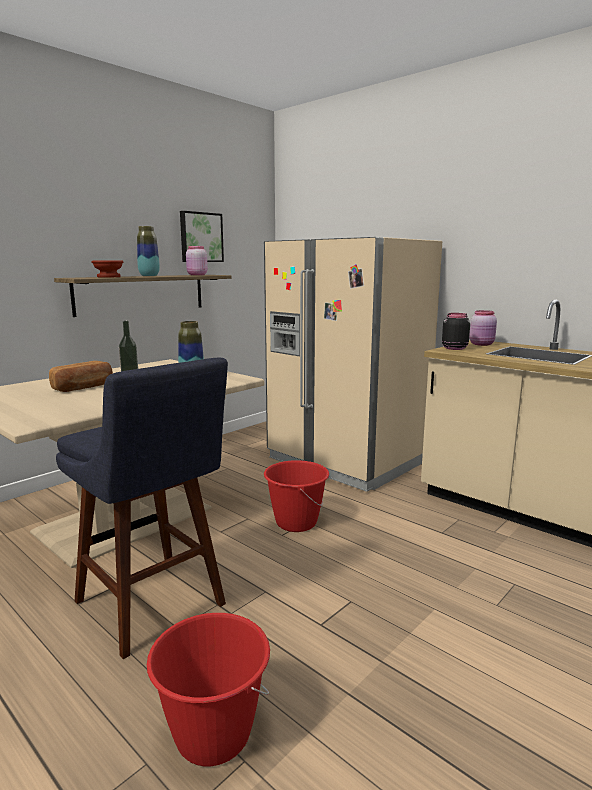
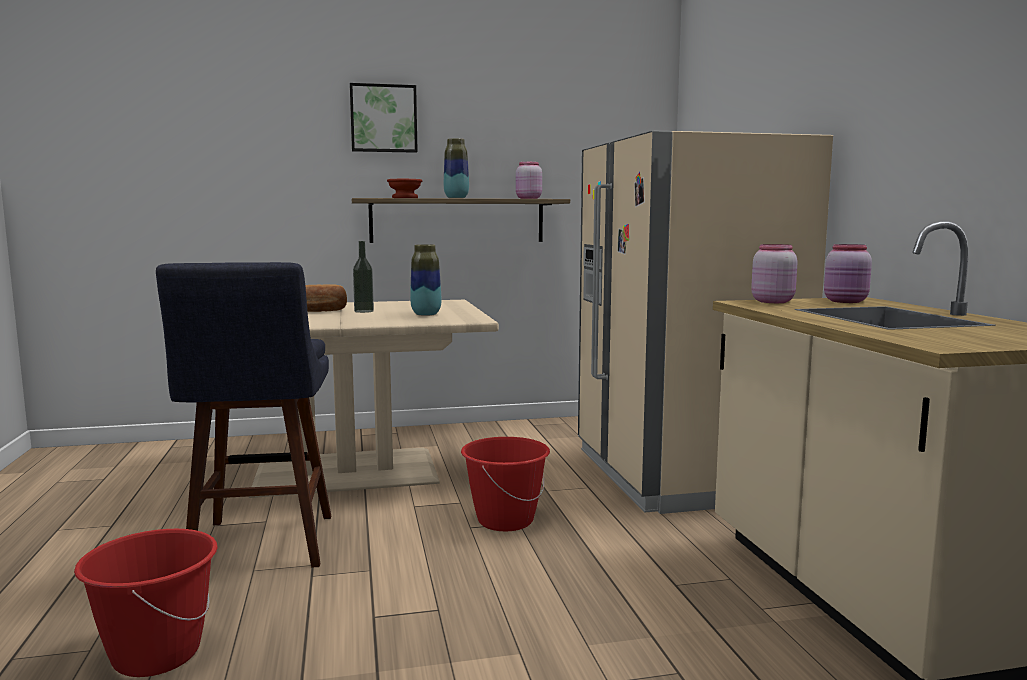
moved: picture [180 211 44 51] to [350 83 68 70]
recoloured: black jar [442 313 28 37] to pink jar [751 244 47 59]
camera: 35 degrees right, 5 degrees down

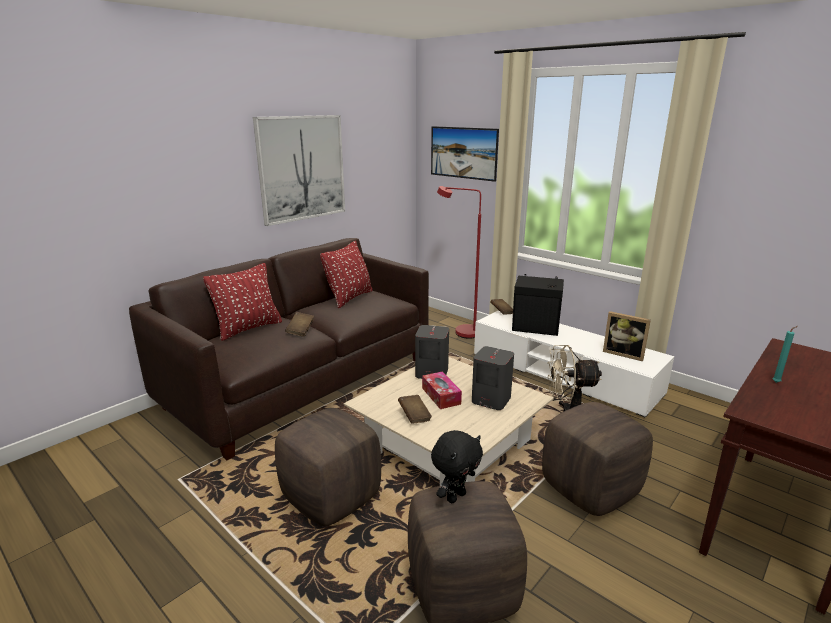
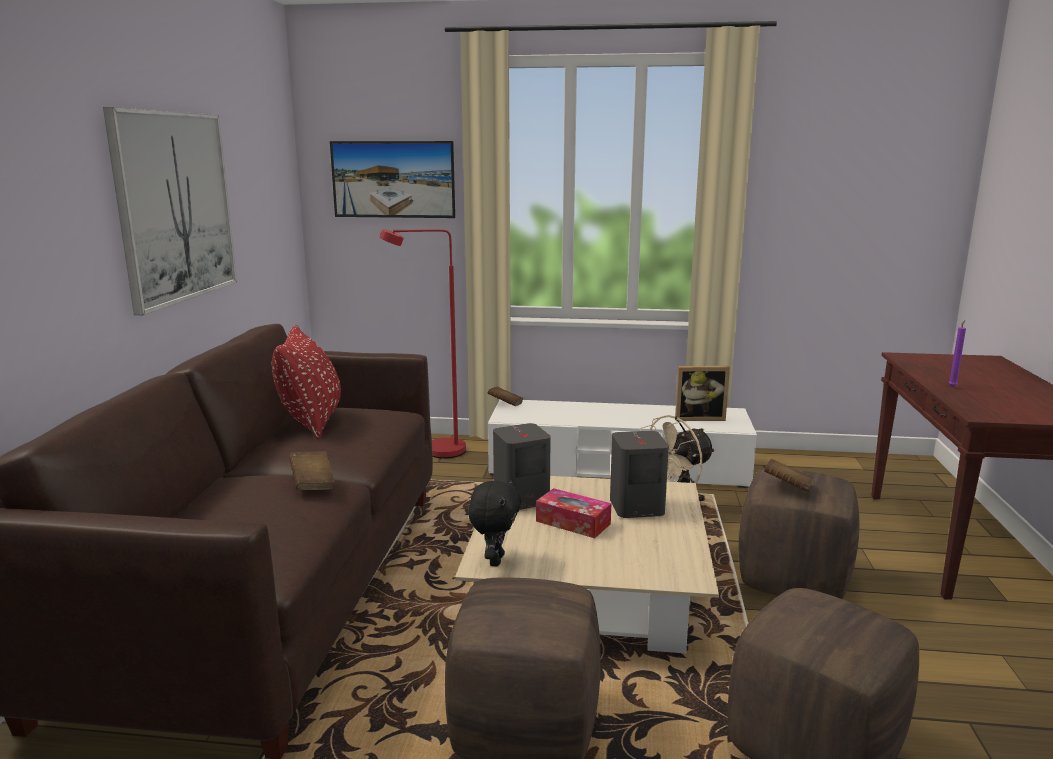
removed: red pillow [203 263 79 78]; black speaker [512 274 52 62]
moved: brown book [398 395 34 29] to [764 459 50 33]; black plush toy [431 430 52 73] to [468 479 53 87]
recoloured: turquoise candle [773 326 25 57] to purple candle [948 320 18 67]
camera: 35 degrees left, 5 degrees down

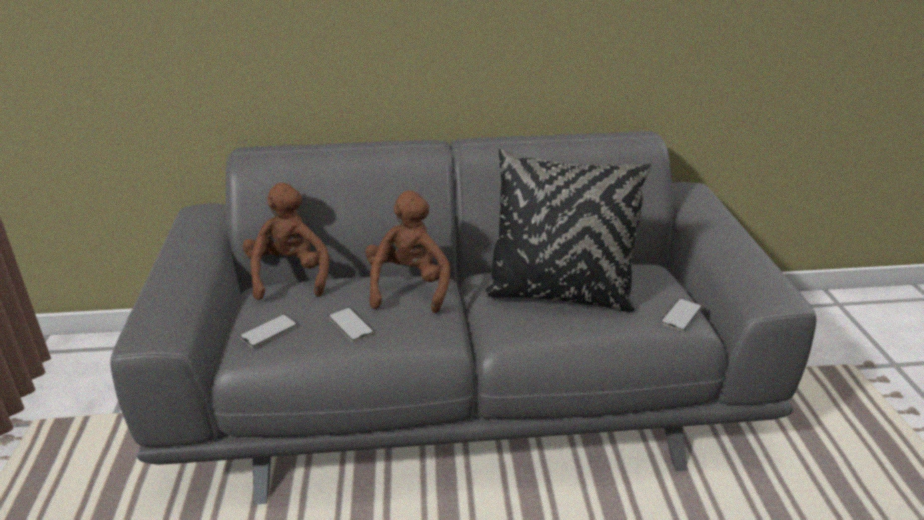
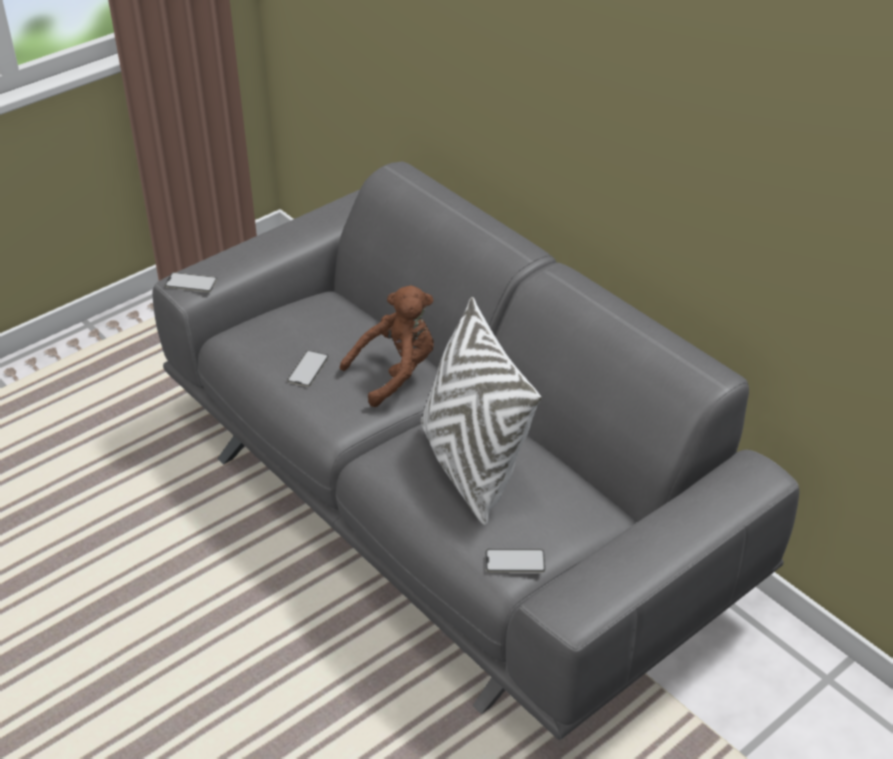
removed: brown plush toy [243 183 86 117]
moved: phone [239 314 59 33] to [165 272 52 20]
recoloured: black pillow [484 149 168 163] to white pillow [420 297 121 228]
camera: 55 degrees right, 10 degrees up

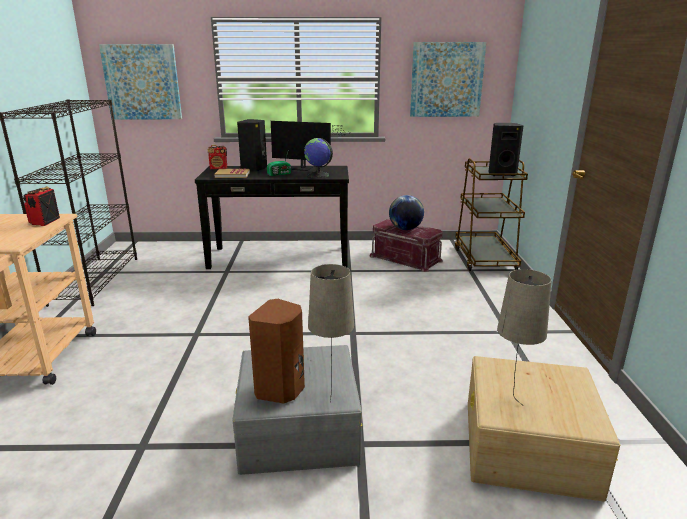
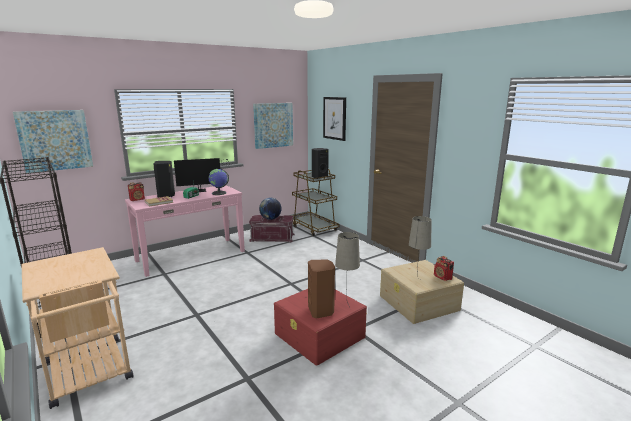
added: picture [323 97 23 44]
moved: radio [23 186 37 40] to [434 256 20 25]
recoloured: black console table [195 166 154 103] to pink console table [125 185 120 92]; grey storage box [233 345 129 130] to red storage box [274 289 93 77]
camera: 35 degrees left, 5 degrees down

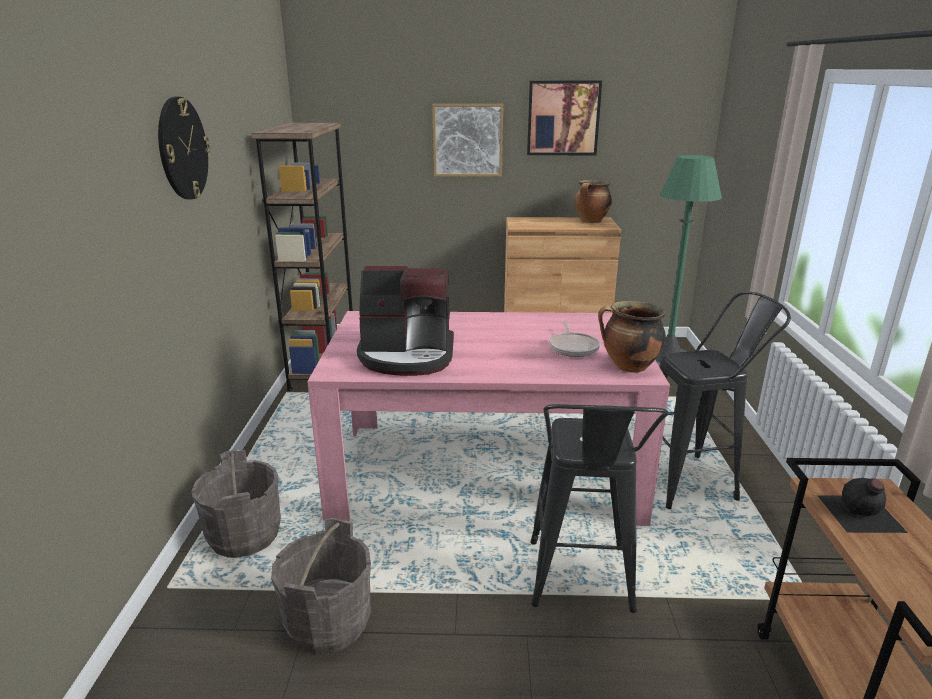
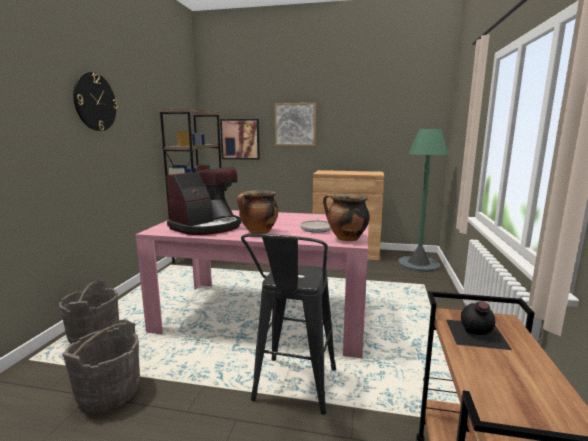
removed: black stool [660 292 131 217]
moved: picture [527 80 75 75] to [220 119 40 41]; cooking pot [574 180 38 43] to [237 190 41 44]
turned: coffee machine [357 266 97 110] = [166 167 75 68] 60 degrees counterclockwise
camera: 10 degrees right, 10 degrees down

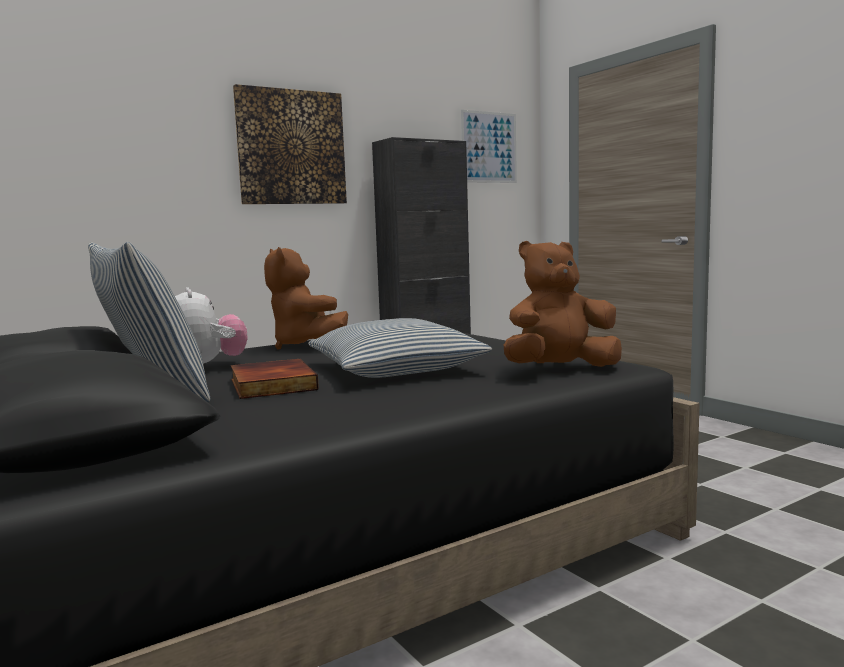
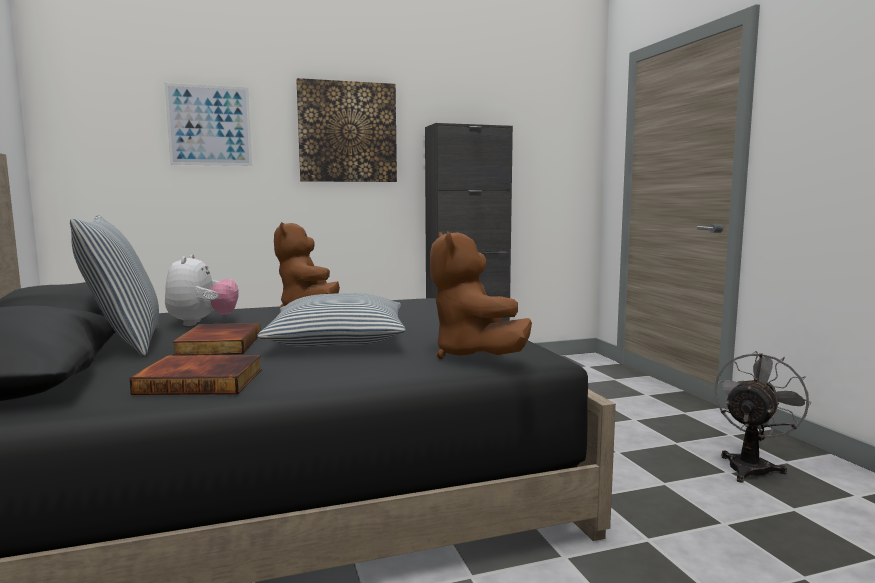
added: book [130 355 132 40]; grey fan [714 351 97 132]
moved: picture [461 110 56 73] to [165 83 87 83]
turned: brown plush toy [504 241 118 126] = [430 232 102 127] 105 degrees counterclockwise
camera: 15 degrees right, 0 degrees up

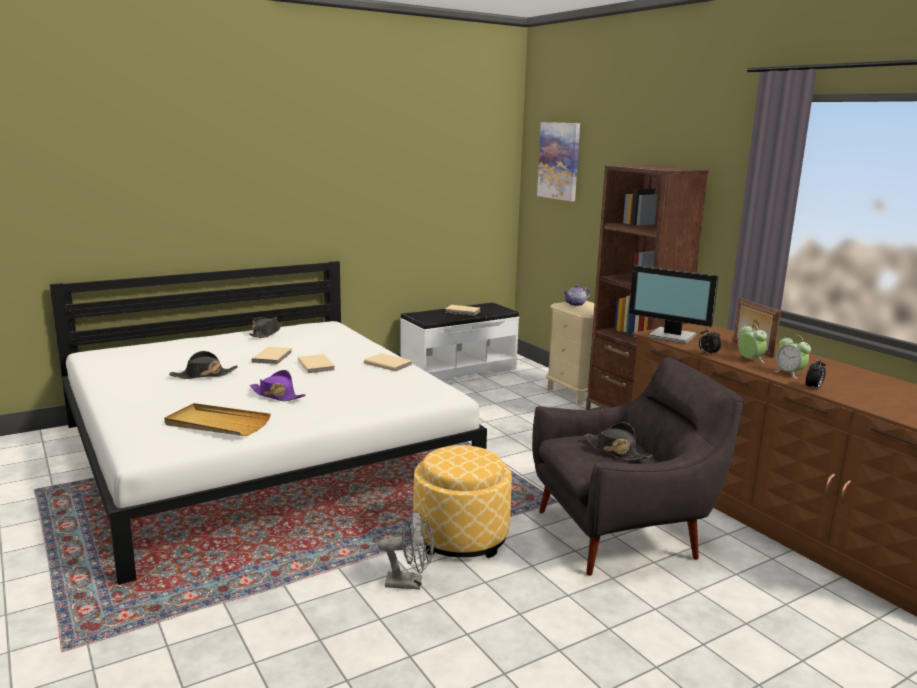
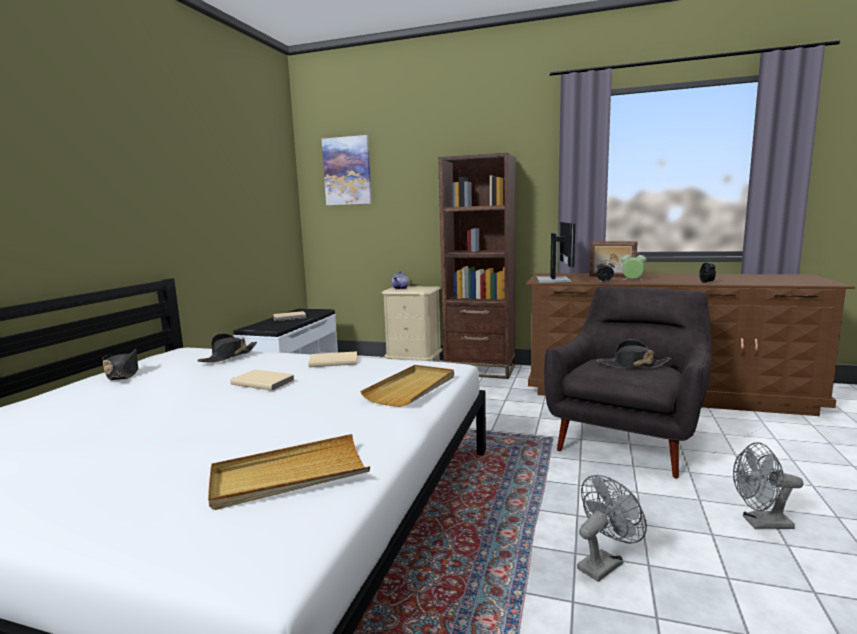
removed: purple hat [250 370 56 31]; beige book [251 347 41 18]; ottoman [413 445 99 113]; alarm clock [774 334 37 45]
added: beige tray [360 365 94 42]; grey fan [733 442 70 87]
moved: black hat [169 351 69 28] to [197 333 60 29]
turned: monitor [629 265 90 79] = [536 222 39 61] 75 degrees counterclockwise
camera: 40 degrees left, 5 degrees down

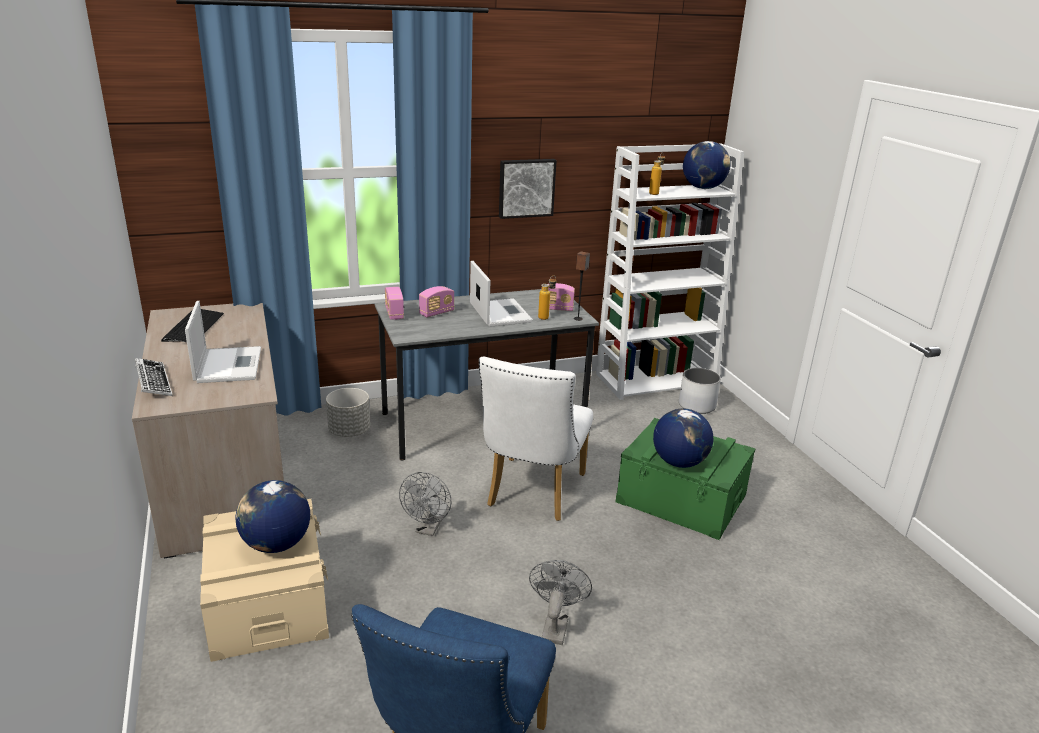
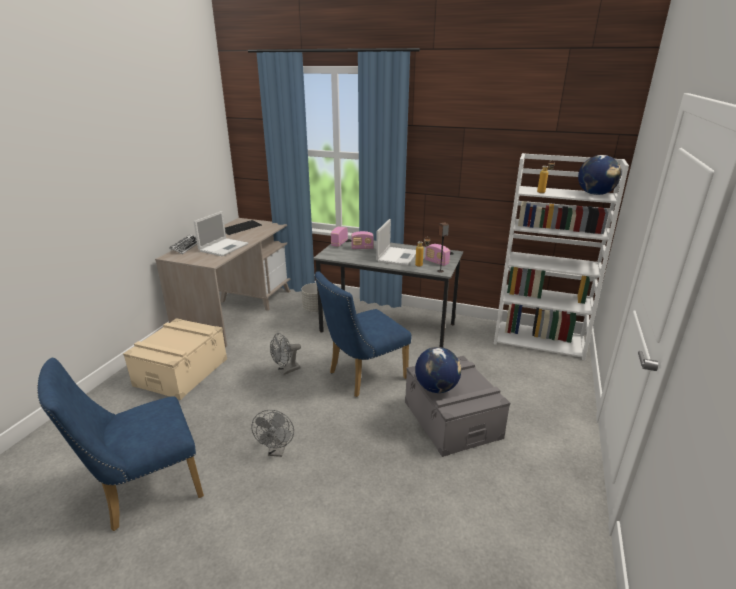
removed: globe [235 480 75 73]; picture [499 159 58 60]; white planter [679 368 42 46]
recoloured: white chair [479 356 114 165] to blue chair [315 271 96 126]; green storage box [616 418 140 122] to grey storage box [405 356 105 101]
turned: grey fan [529 560 63 85] = [251 410 43 47] 135 degrees clockwise
camera: 40 degrees right, 0 degrees up

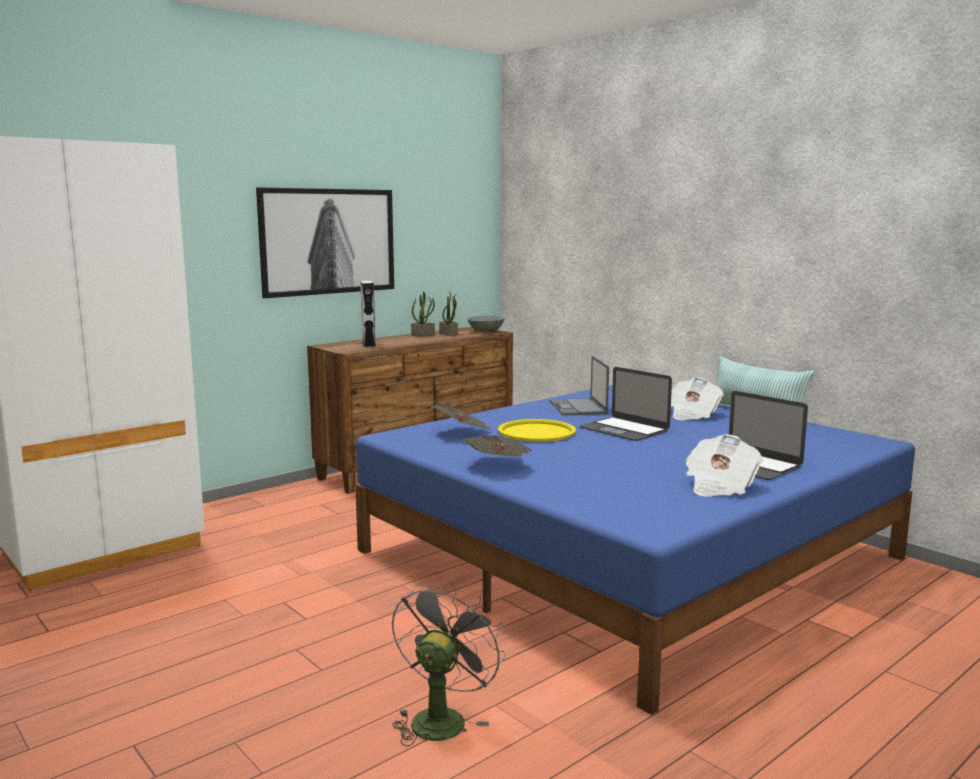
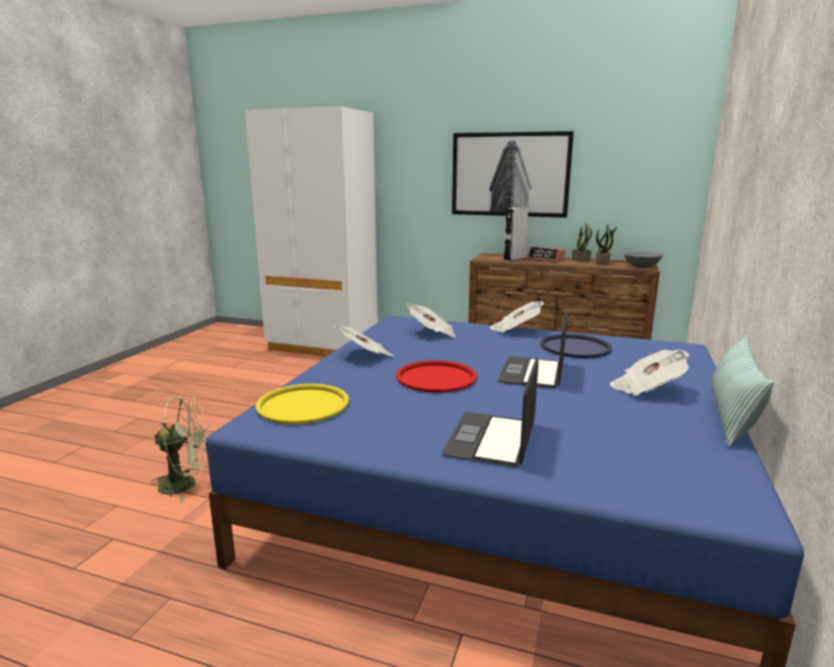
added: red tray [396 360 81 33]; alarm clock [527 247 38 15]
moved: yellow tray [498 419 78 23] to [256 384 93 40]; newspaper [685 434 78 63] to [490 301 54 32]
replaced: laptop [550 356 59 60] to blue tray [540 334 72 24]
recoloured: grey fan [392 580 114 166] to green fan [151 396 59 106]
camera: 60 degrees right, 5 degrees up

